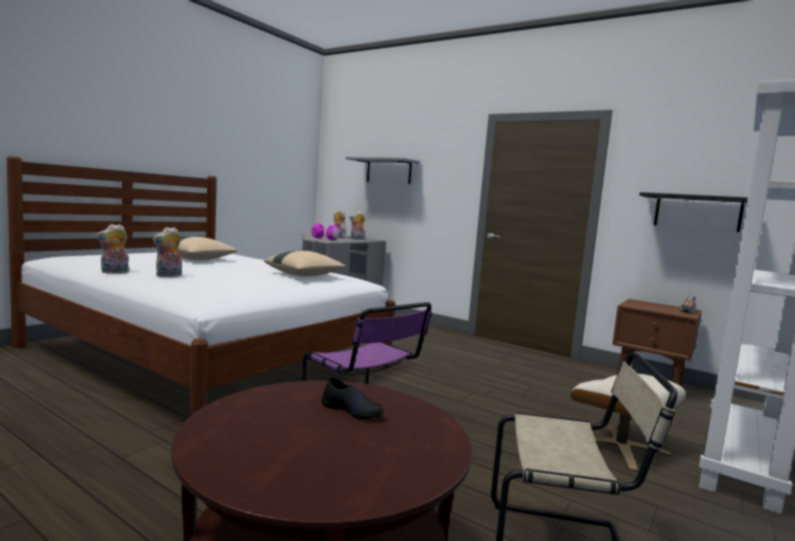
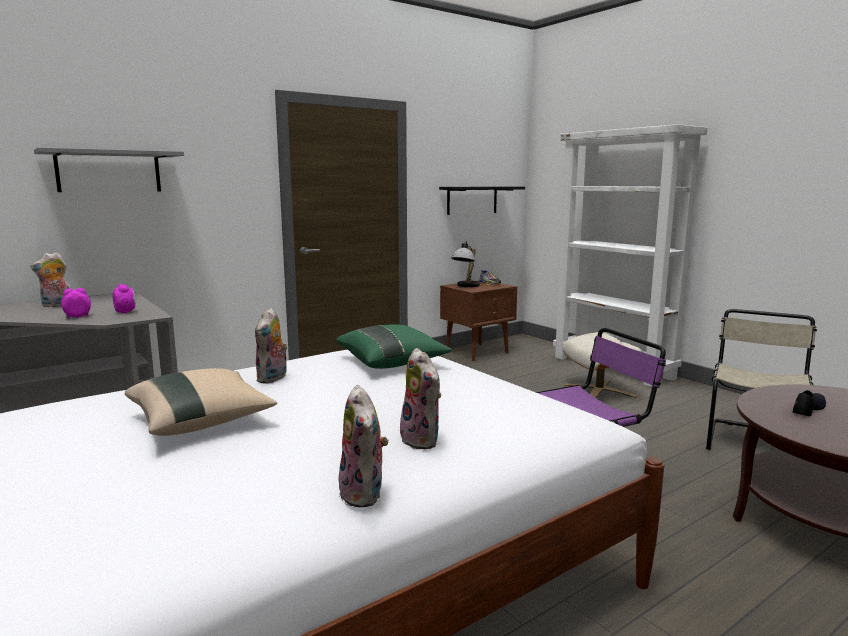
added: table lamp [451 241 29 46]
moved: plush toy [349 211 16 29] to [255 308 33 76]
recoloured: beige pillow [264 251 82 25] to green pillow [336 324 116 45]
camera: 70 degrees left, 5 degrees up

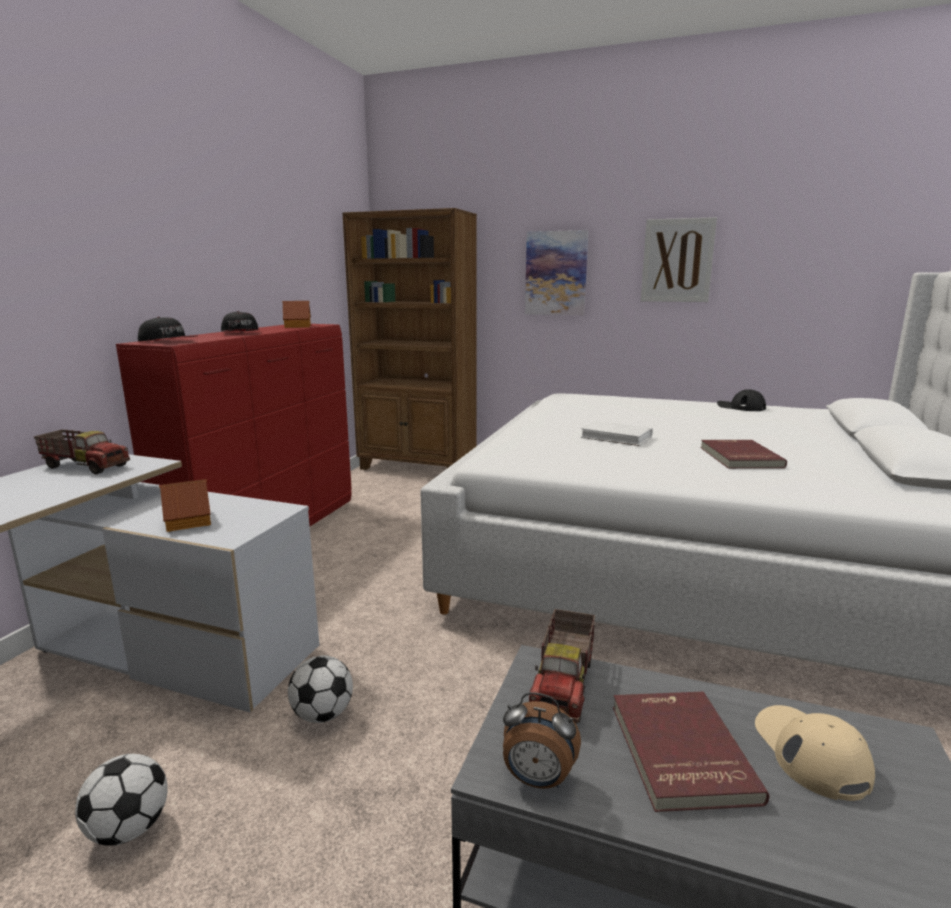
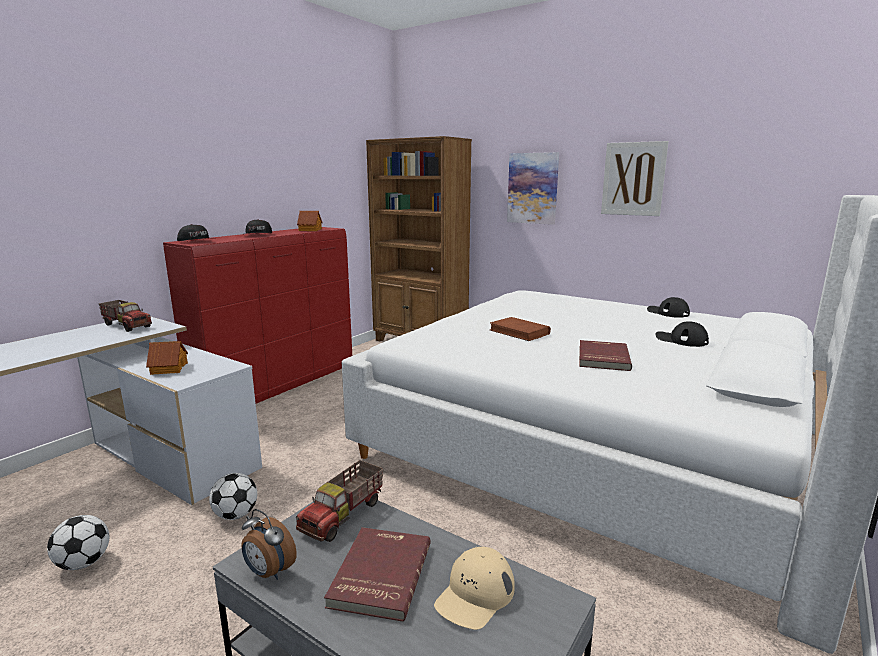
added: black cap [655 321 54 26]
recoloured: white book [580 421 73 25] to brown book [490 317 61 24]
turned: beige cap [755 705 120 96] = [434 547 81 83] 150 degrees counterclockwise
camera: 15 degrees right, 0 degrees up

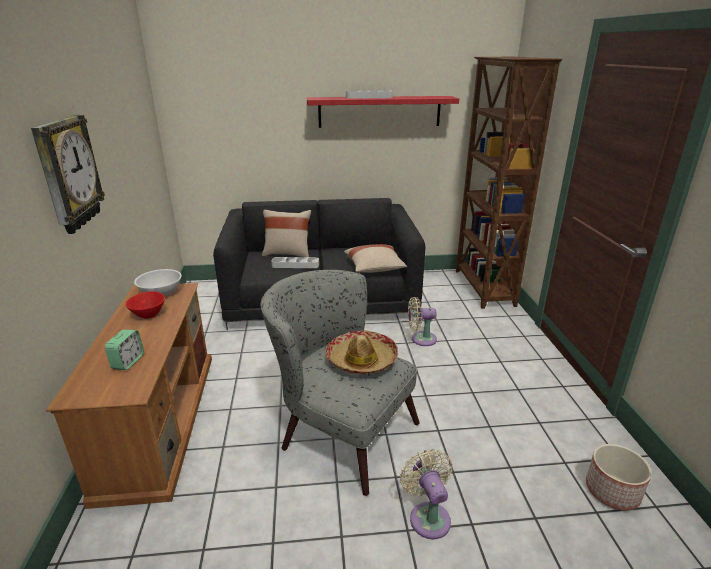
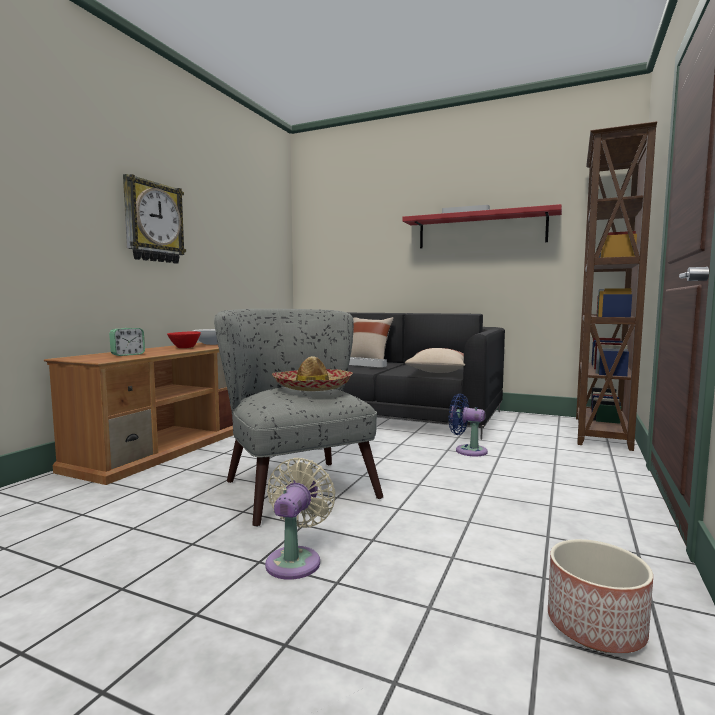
recoloured: beige fan [408 297 29 49] to blue fan [449 394 39 62]
camera: 30 degrees right, 20 degrees down

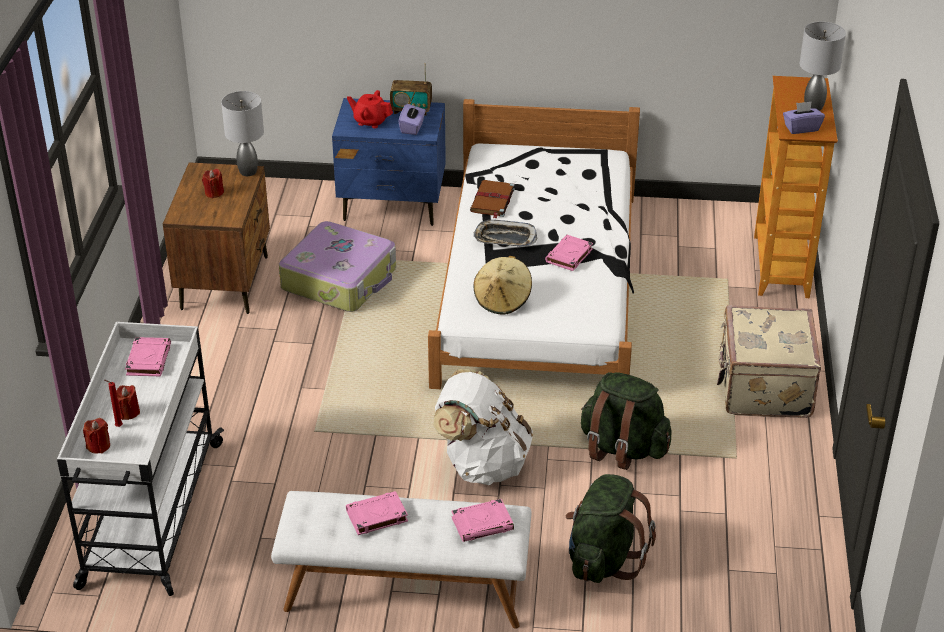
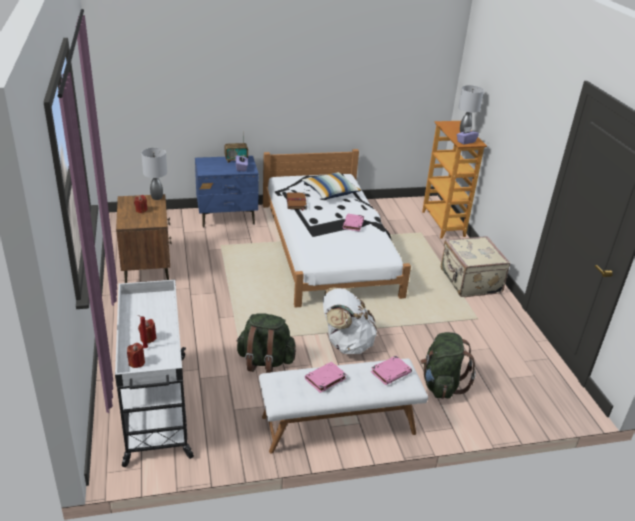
removed: pink book [125 337 46 39]; suitcase [279 221 117 91]; red teapot [347 90 46 38]; tray [473 220 64 27]; beige hat [474 256 58 58]
added: pillow [302 172 60 27]
moved: green backpack [581 372 90 98] to [236 313 60 60]
camera: 20 degrees left, 5 degrees down

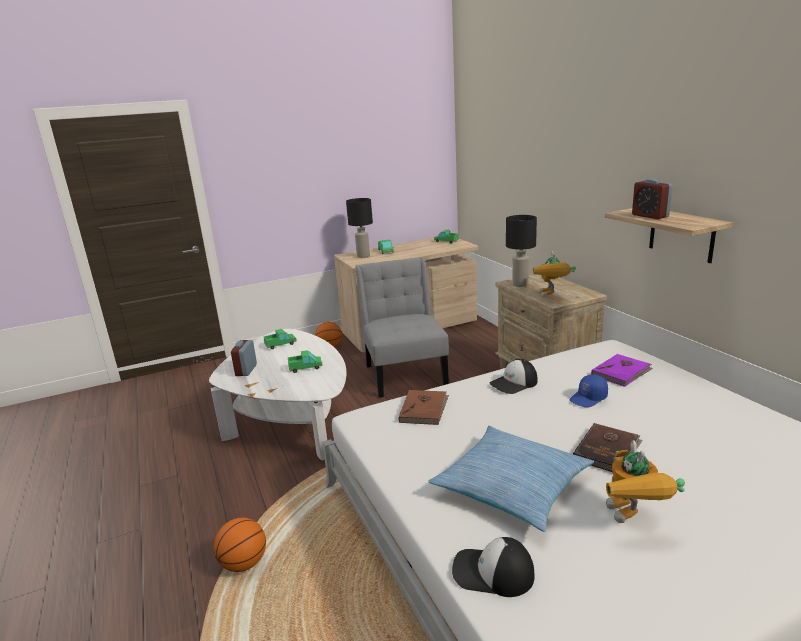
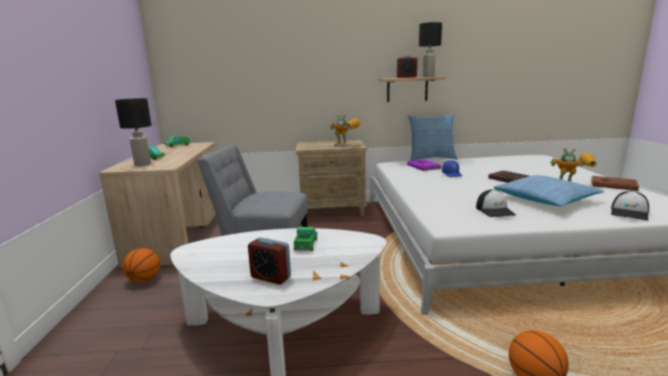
removed: toy truck [263 329 34 20]
added: pillow [408 114 50 47]
moved: brown book [398 390 51 35] to [591 176 48 15]; cap [490 359 48 35] to [476 190 40 27]; black table lamp [506 215 31 72] to [419 22 23 55]
camera: 70 degrees left, 5 degrees down

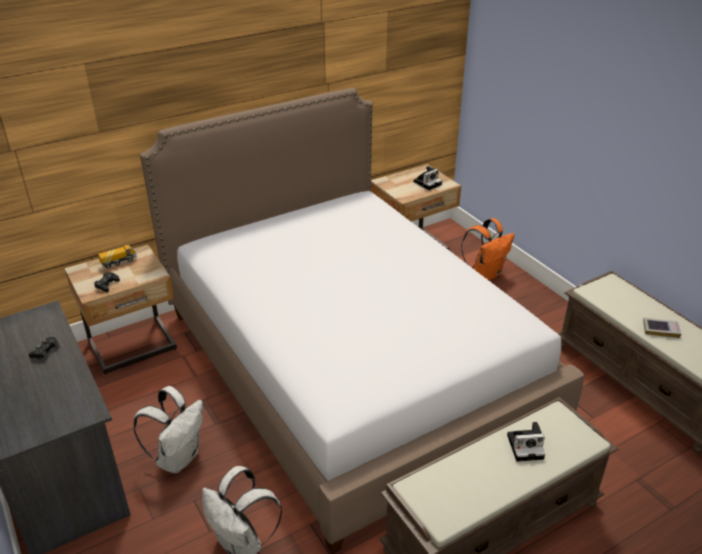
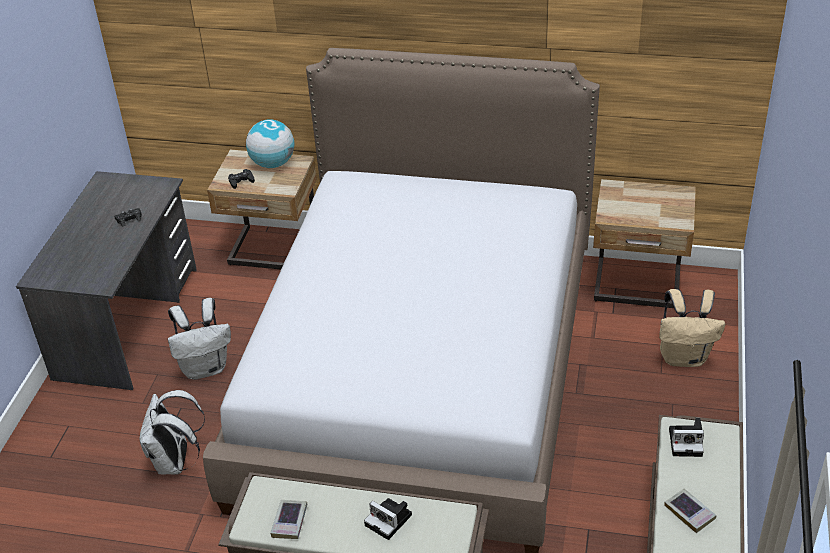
added: book [270 500 38 39]
moved: photo camera [414 166 28 24] to [669 418 35 39]
replaced: toy truck [98 245 39 24] to globe [246 119 49 49]
recoloured: orange backpack [461 218 53 62] to beige backpack [659 289 66 78]
camera: 45 degrees right, 5 degrees up

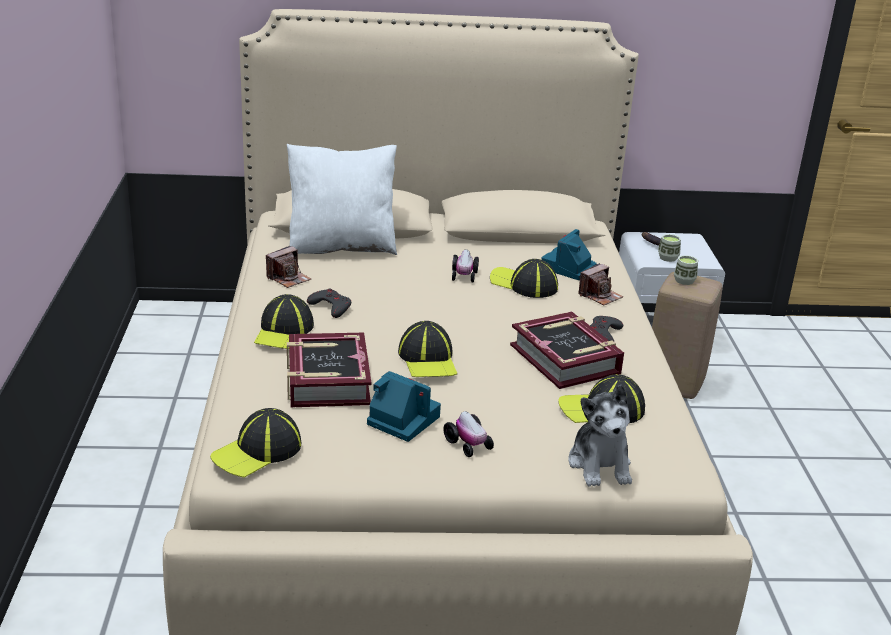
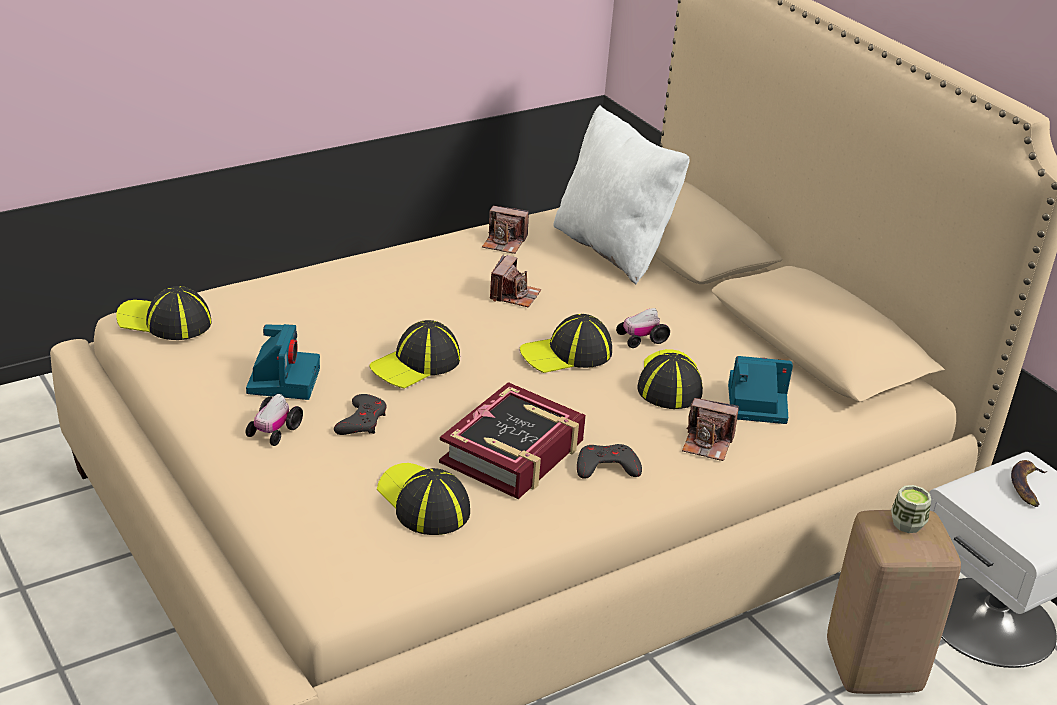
removed: book [287 333 84 74]; plush toy [569 385 63 102]; cup [658 234 23 28]
added: photo camera [490 255 51 53]
moved: cap [254 294 60 55] to [520 314 92 59]; grey game controller [307 288 44 30] to [334 394 53 41]
camera: 60 degrees right, 5 degrees up

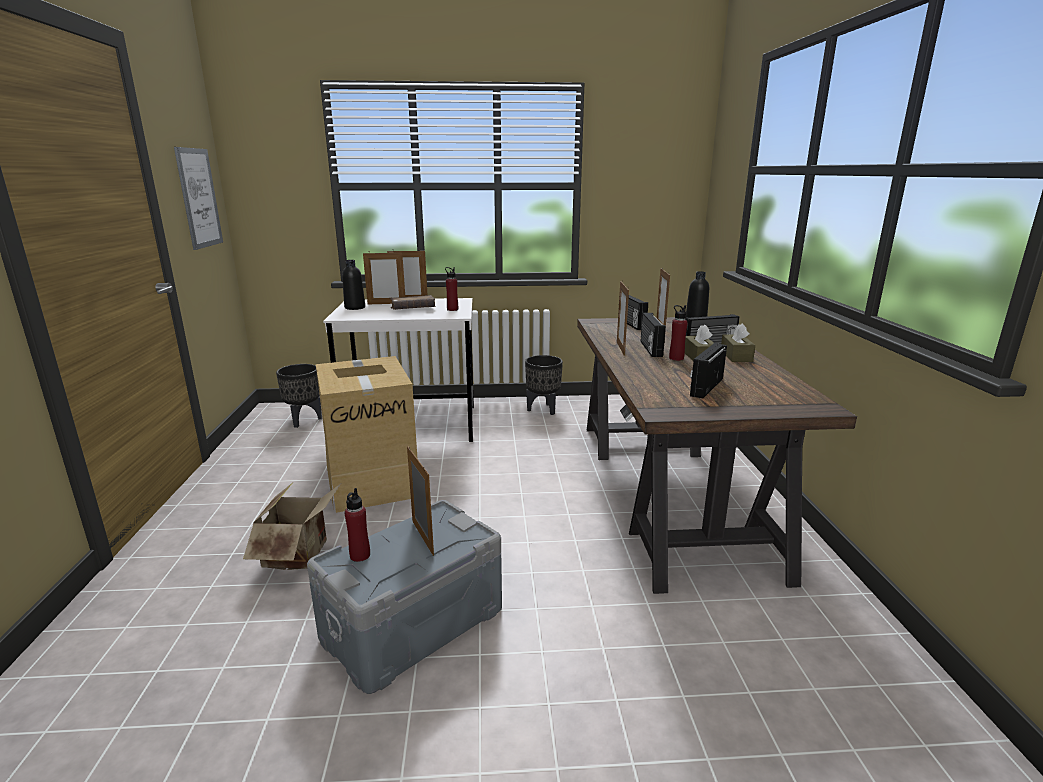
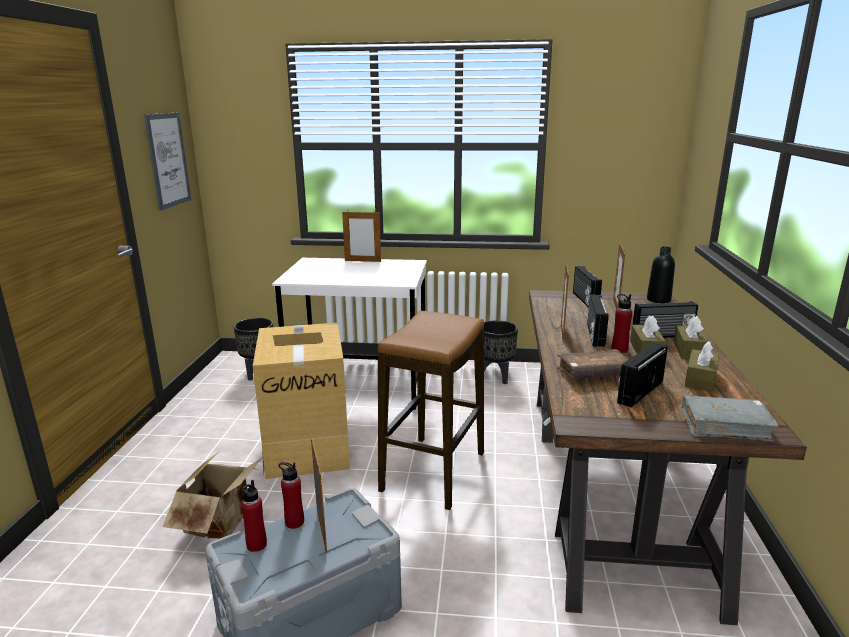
removed: black bottle [342 260 23 50]; picture frame [363 251 42 53]
added: stool [378 311 106 199]; grey book [681 395 98 47]; brown tissue box [685 341 34 50]
moved: brown book [390 295 46 15] to [557 349 72 30]; red bottle [445 267 13 44] to [278 462 26 67]
camera: 10 degrees right, 0 degrees up

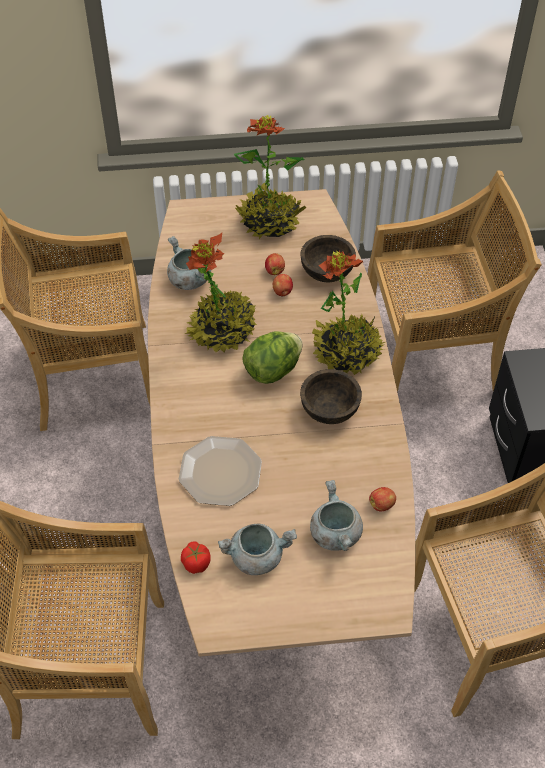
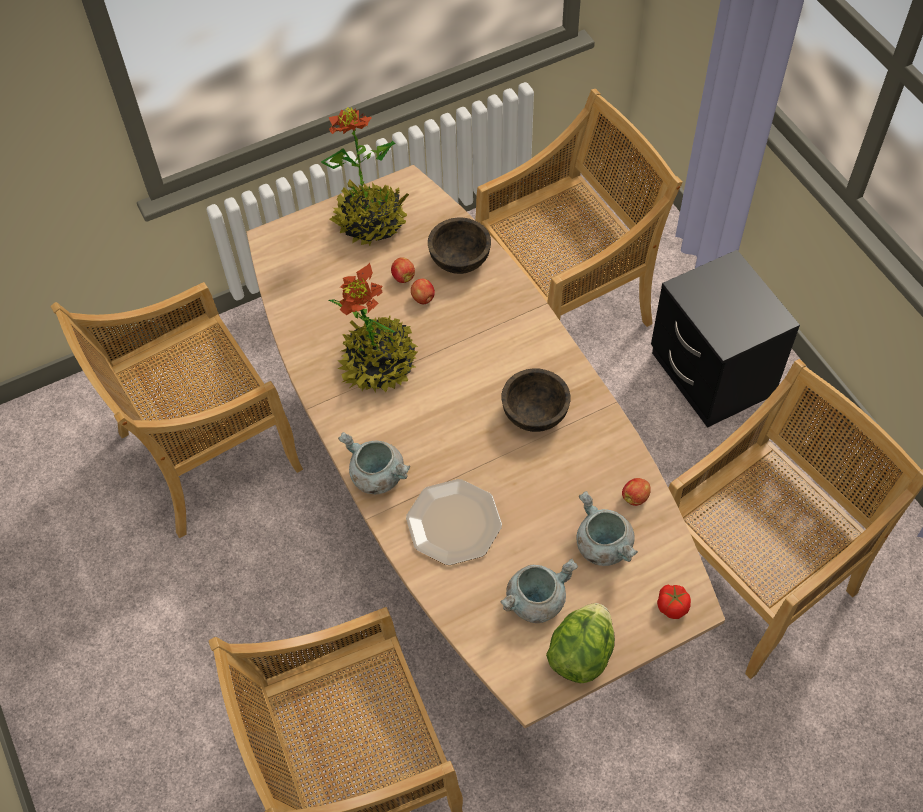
removed: potted plant [312 251 73 124]
moved: grey cooking pot [167 236 44 54] to [338 432 72 62]; tomato [181 541 30 33] to [657 584 34 35]; lettuce [242 331 61 53] to [546 603 69 80]
camera: 20 degrees left, 5 degrees up

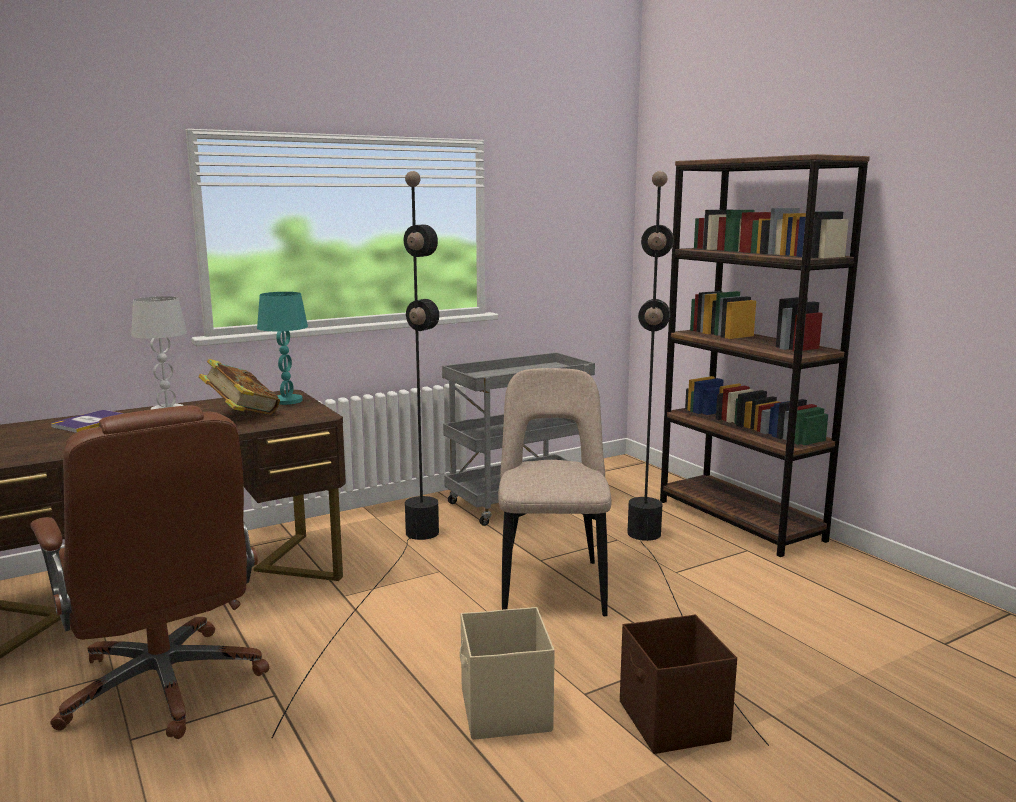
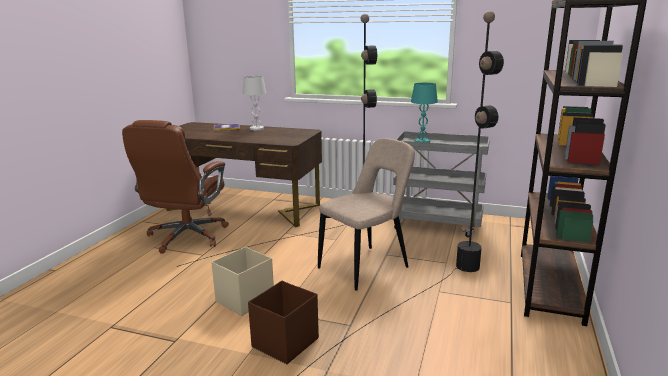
removed: book [199 359 81 56]
moved: turquoise table lamp [257 292 51 113] to [411 83 27 60]
camera: 50 degrees right, 5 degrees up

